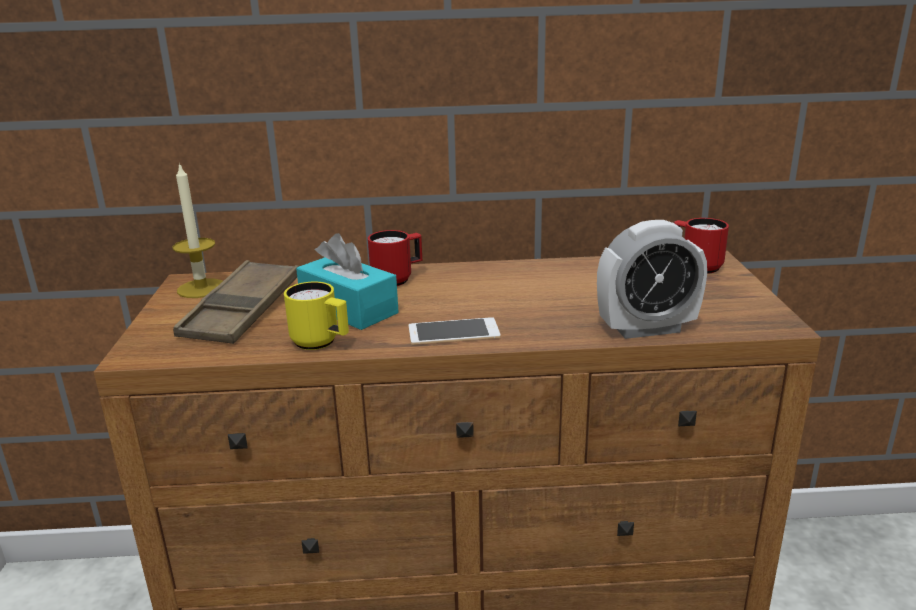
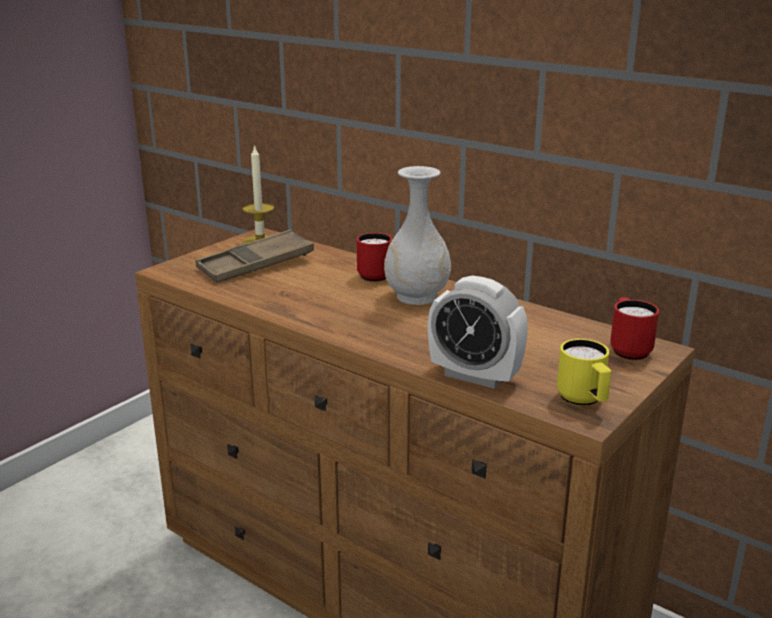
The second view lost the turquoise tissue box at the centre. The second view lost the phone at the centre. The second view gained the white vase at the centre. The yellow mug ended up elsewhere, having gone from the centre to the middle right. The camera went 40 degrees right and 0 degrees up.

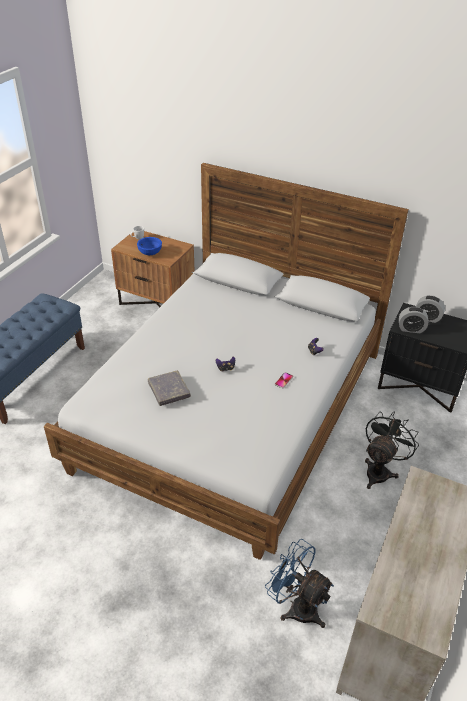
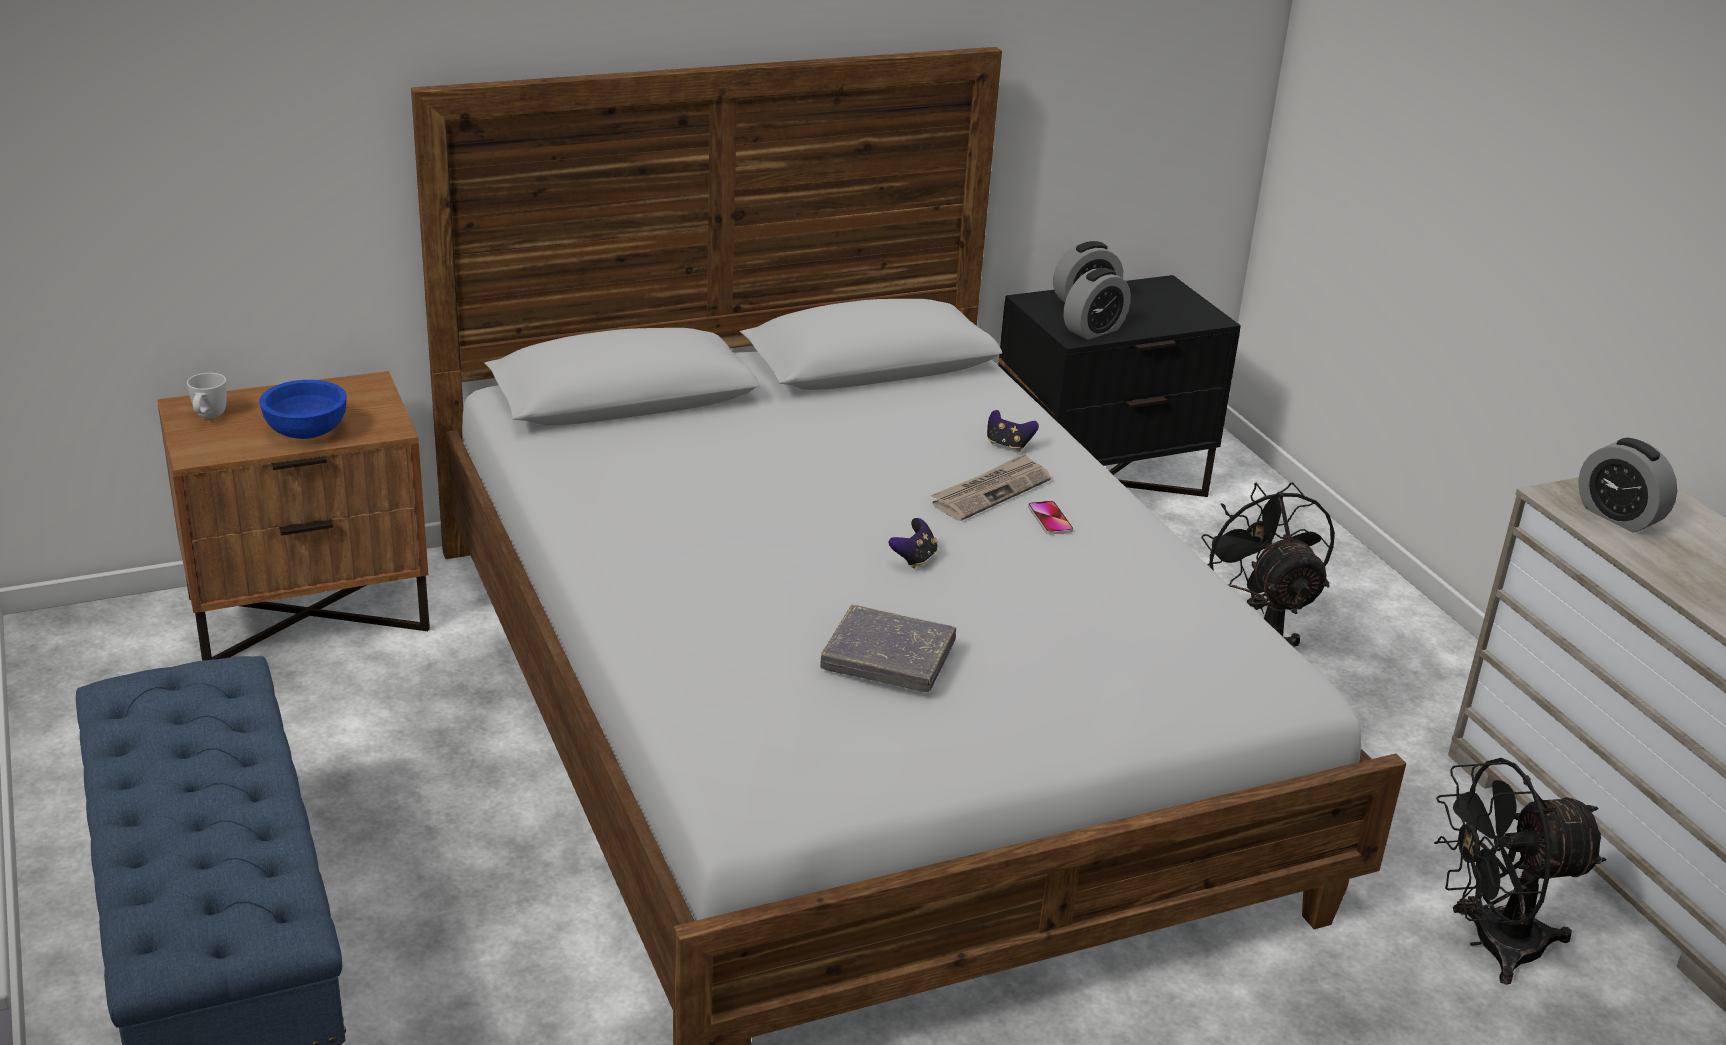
The second view gained the newspaper at the centre. The second view gained the alarm clock (3rd from left) at the middle right. What was the blue fan at the bottom centre turned into the black fan (2nd from left) at the bottom right. The camera went 50 degrees left and 10 degrees down.

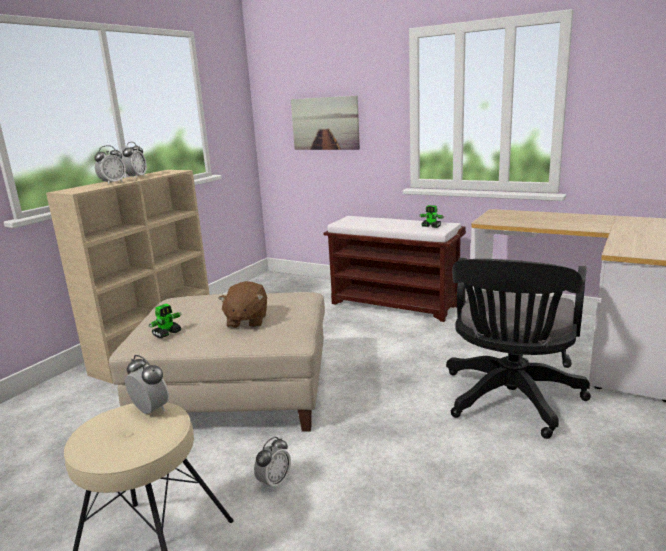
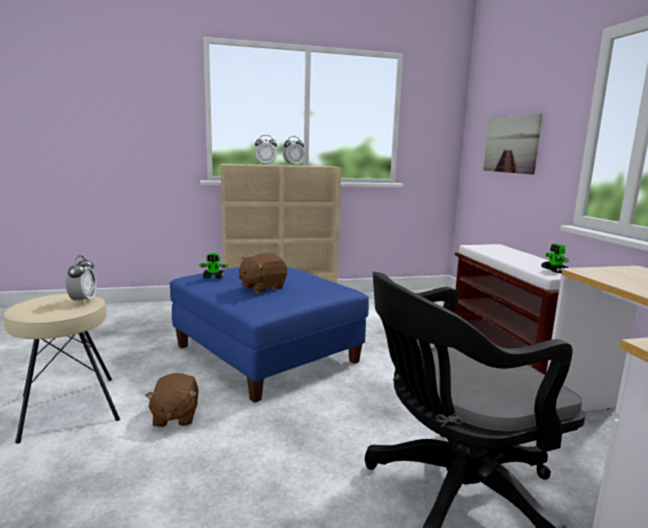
Where the alarm clock (4th from left) stood at the bottom centre, the brown plush toy (1st from left) came to stand at the bottom left. What was the beige ottoman at the middle left turned into the blue ottoman at the centre. The camera went 45 degrees right and 5 degrees down.

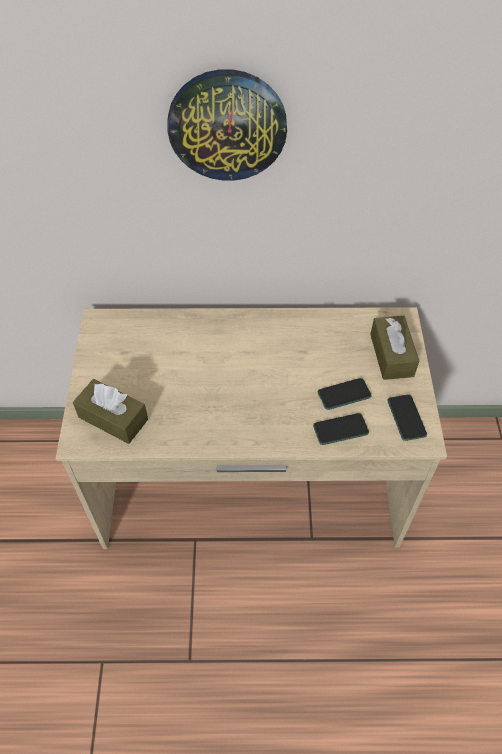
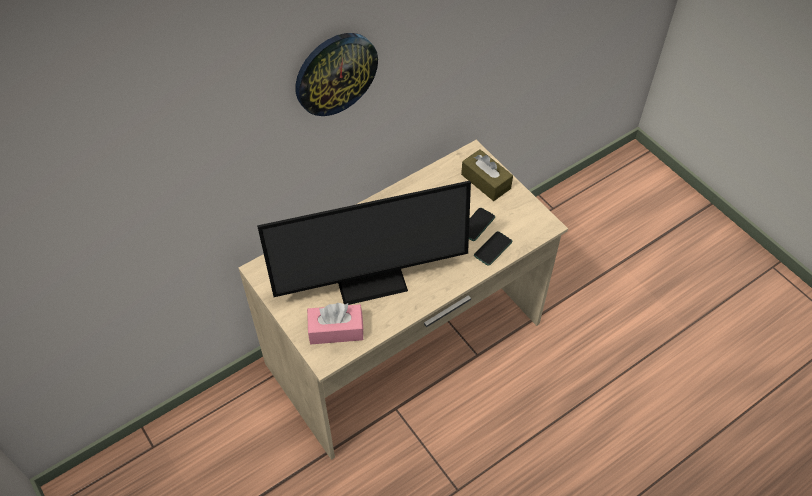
The second view lost the phone (3rd from left) at the middle right. The second view gained the monitor at the centre. What was the brown tissue box (1st from left) at the middle left turned into the pink tissue box at the centre. The camera went 35 degrees left and 0 degrees up.

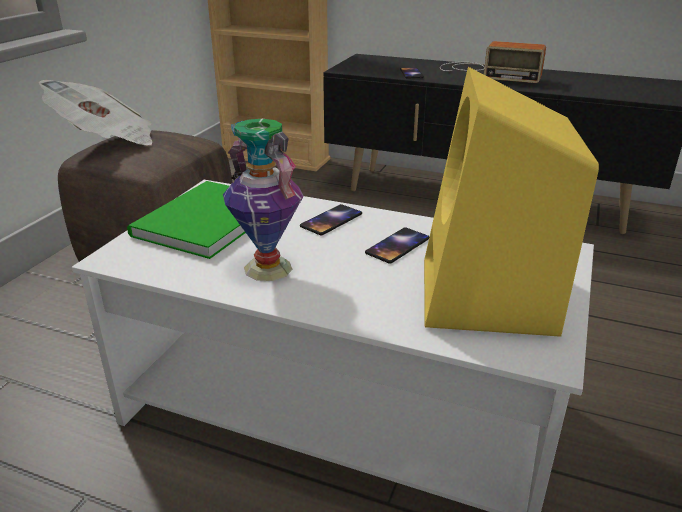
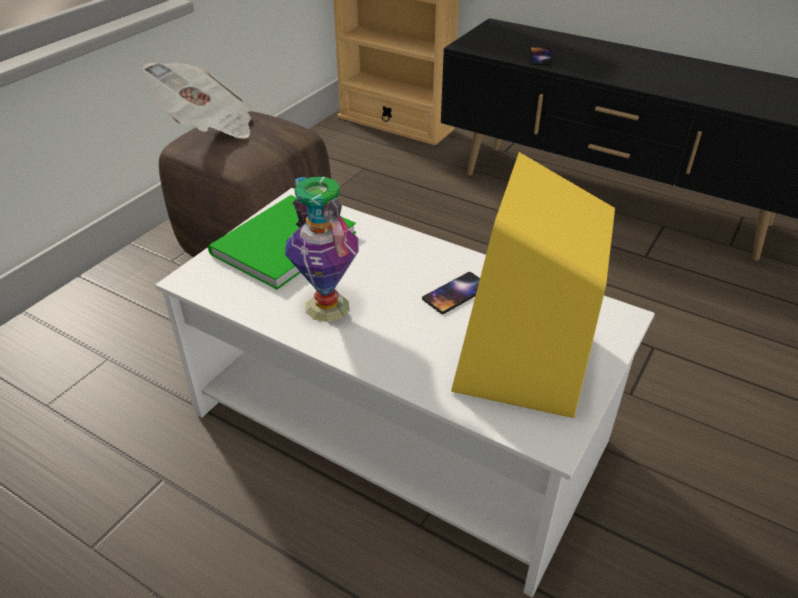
The second view lost the phone (1st from left) at the centre. The second view lost the radio at the top right. The camera went 10 degrees right and 10 degrees up.

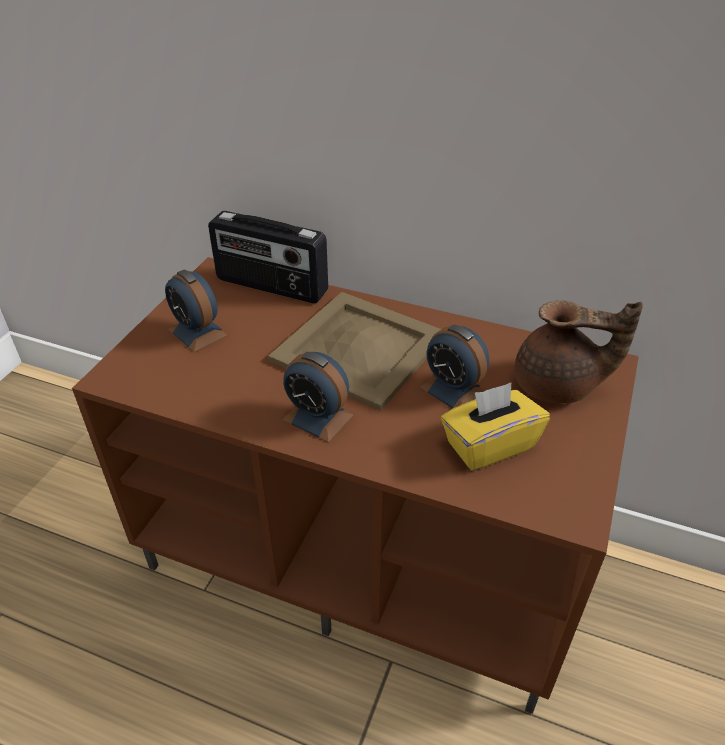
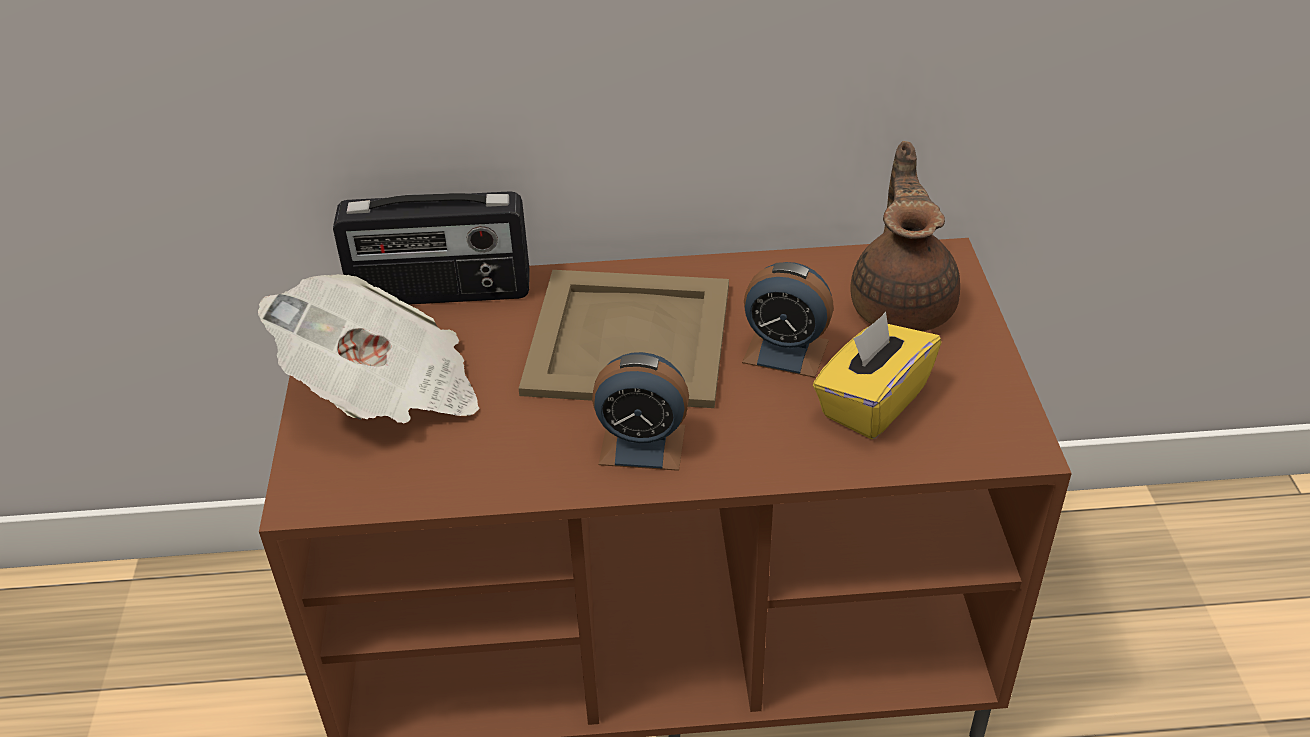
Where the alarm clock (1st from left) stood at the middle left, the newspaper came to stand at the middle left. The brown teapot at the middle right ended up facing another way, 75 degrees counterclockwise from before. The camera went 25 degrees left and 0 degrees up.

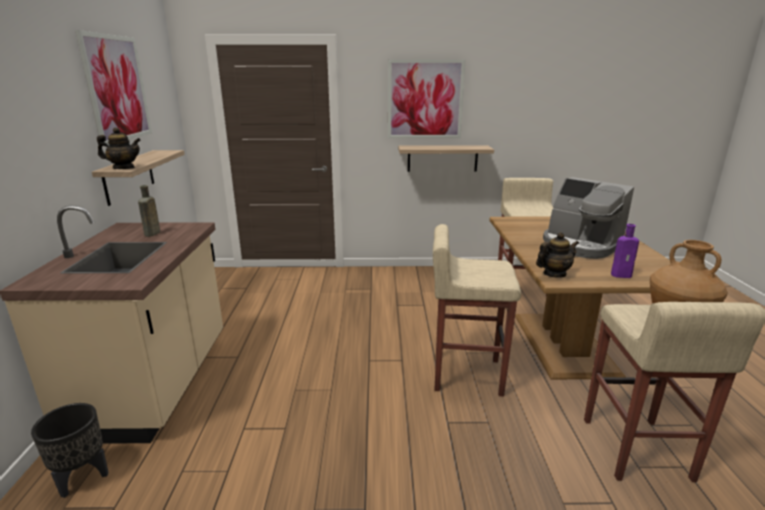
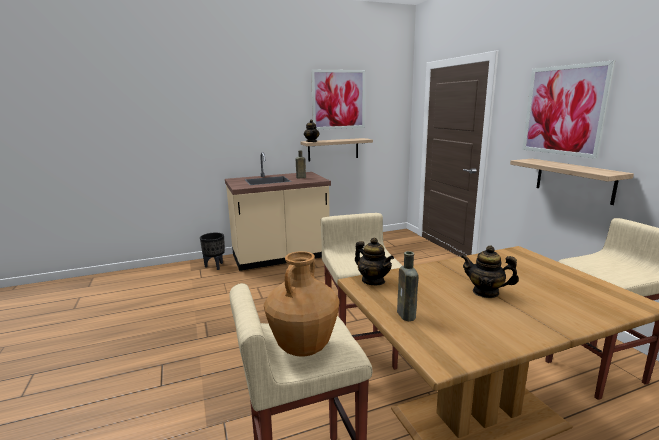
Where the coffee machine stood at the middle right, the teapot (3rd from left) came to stand at the middle right. What was the purple bottle at the middle right turned into the brown bottle (2nd from left) at the centre. The camera went 70 degrees right and 5 degrees down.

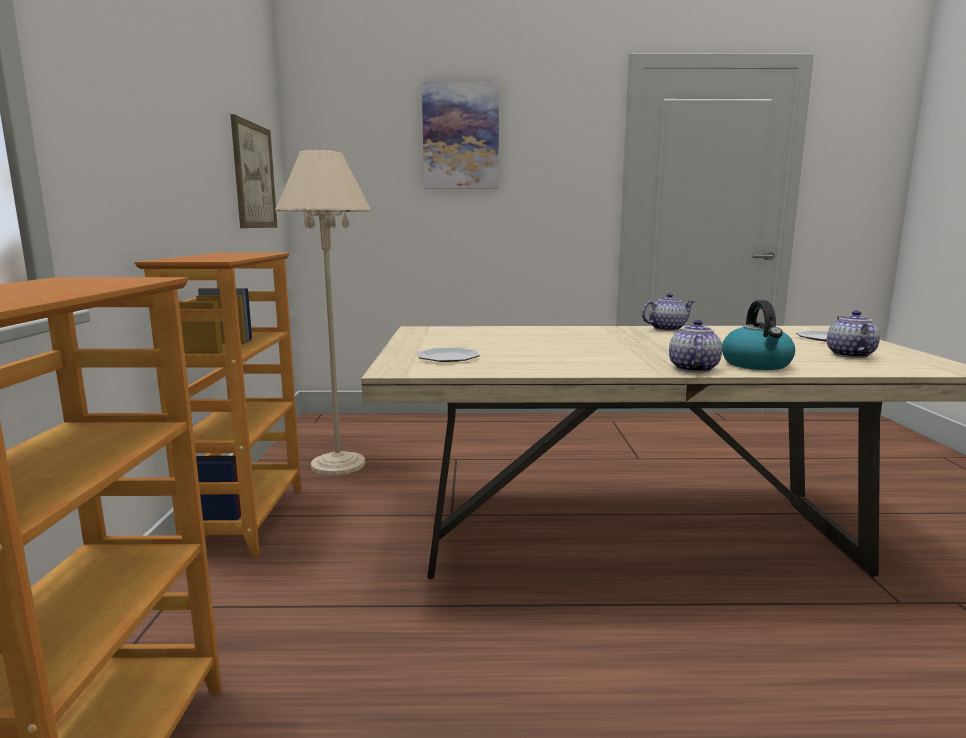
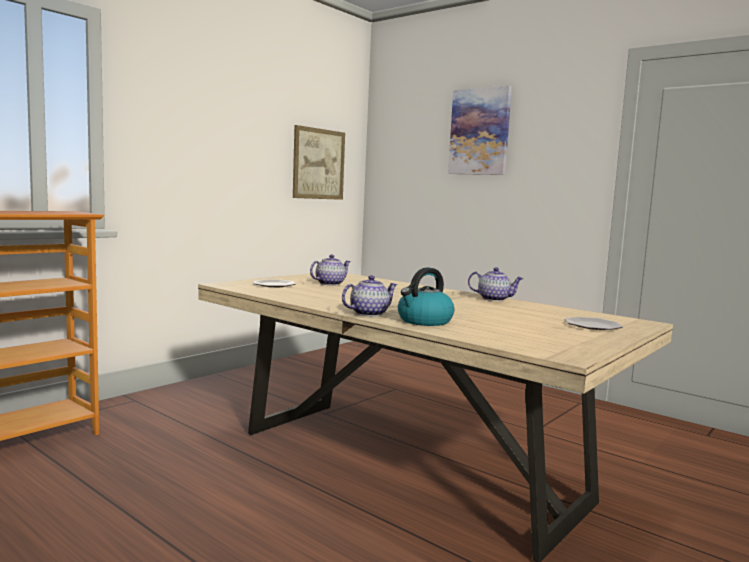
The second view lost the bookcase (2nd from left) at the middle left. The second view lost the beige floor lamp at the centre. The teapot (3rd from left in the first image) ended up elsewhere, having gone from the middle right to the centre. The camera went 40 degrees right and 5 degrees down.

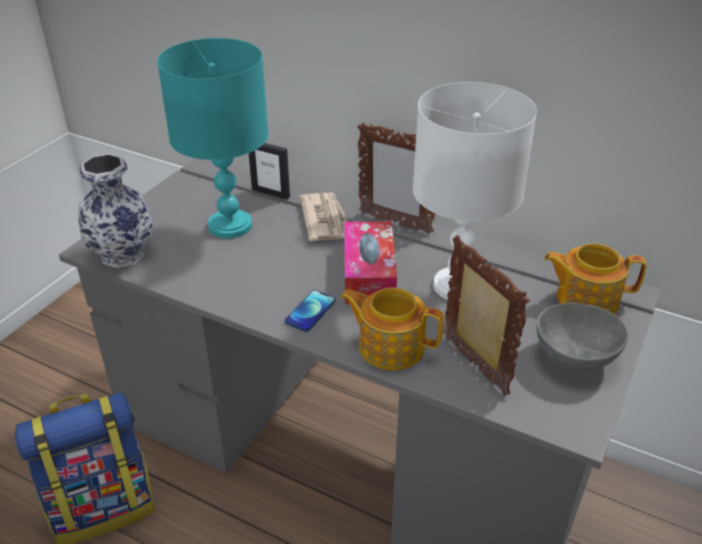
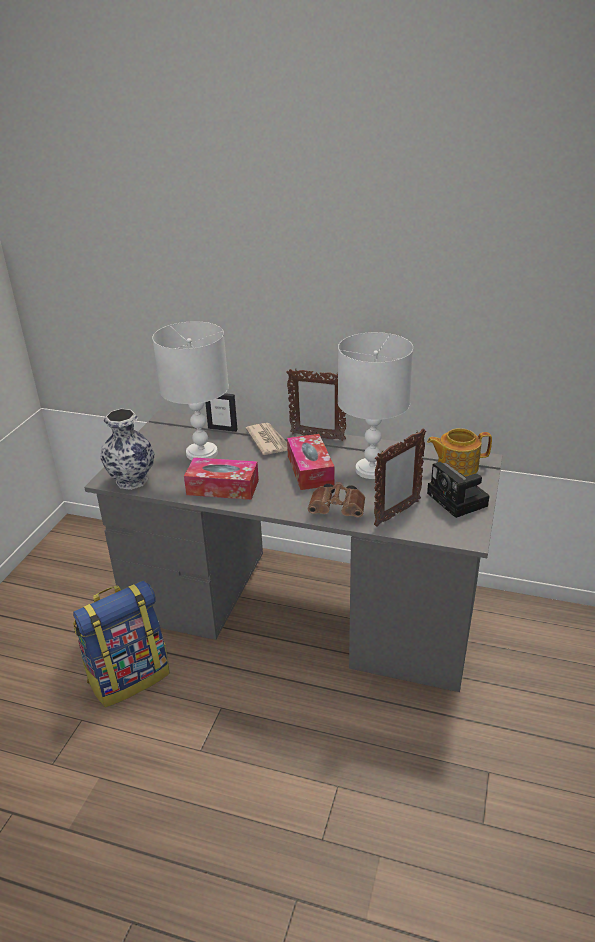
The second view lost the phone at the centre. The second view gained the tissue box (1st from left) at the centre. Where the teapot (1st from left) stood at the centre, the brown binoculars came to stand at the centre. Where the grey bowl stood at the middle right, the photo camera came to stand at the middle right. What was the turquoise table lamp at the top left turned into the white table lamp (1st from left) at the middle left. The picture frame (3rd from left) at the middle right ended up facing another way, 90 degrees clockwise from before. The camera went 10 degrees left and 5 degrees down.

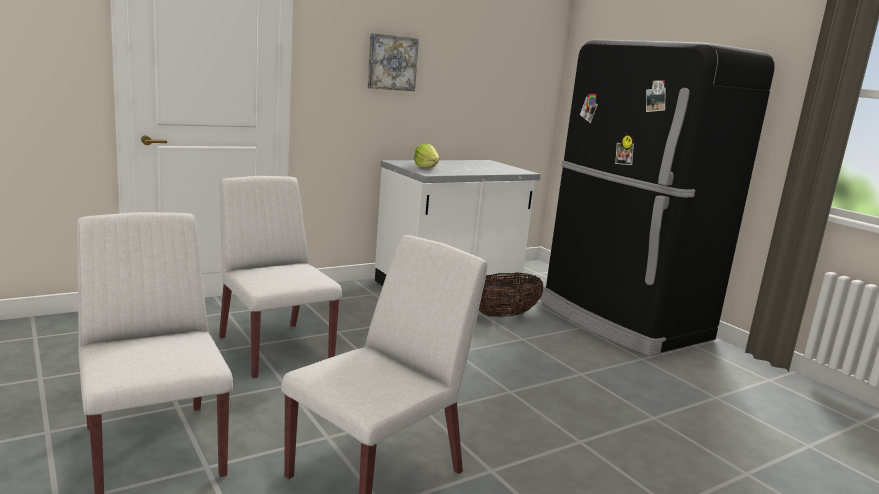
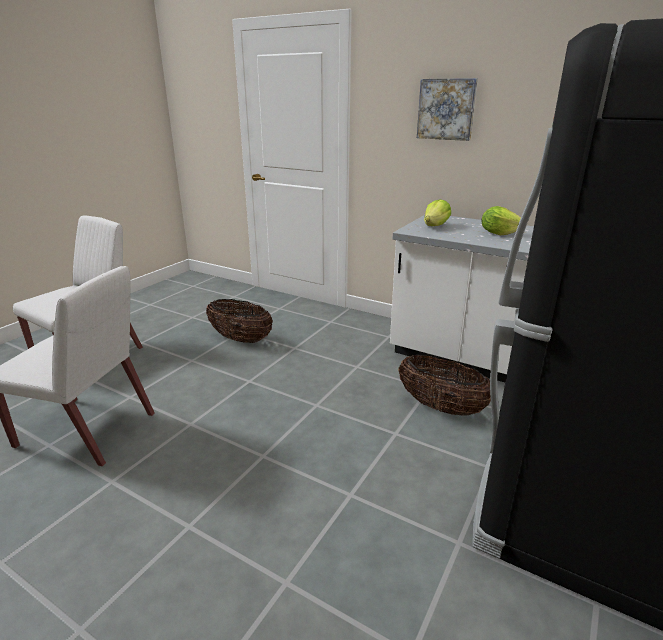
The second view gained the lettuce (2nd from left) at the middle right. Where the white chair (2nd from left) stood at the middle left, the basket (1st from left) came to stand at the centre. The camera went 65 degrees right and 10 degrees up.

